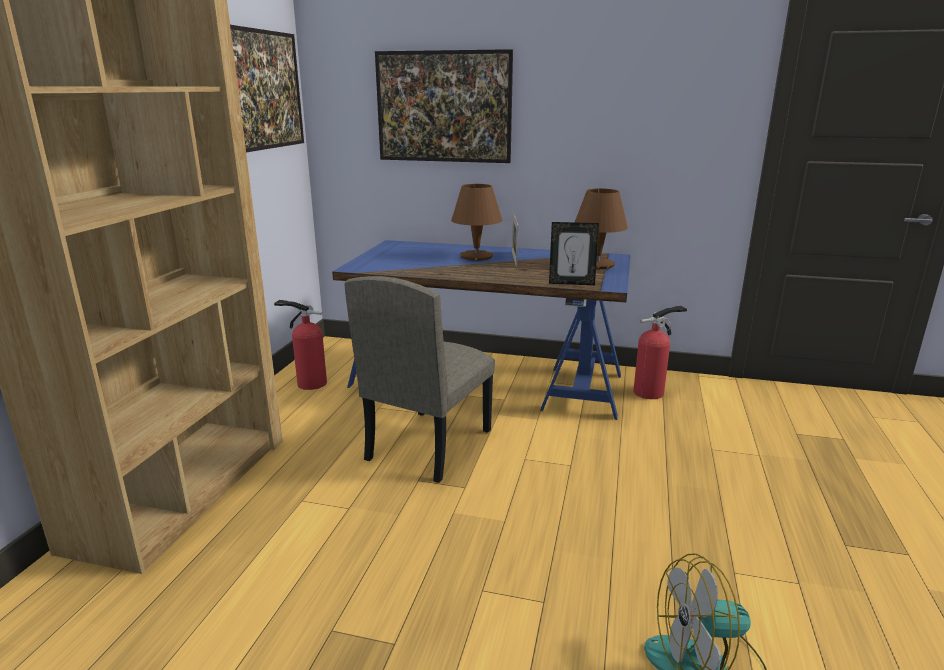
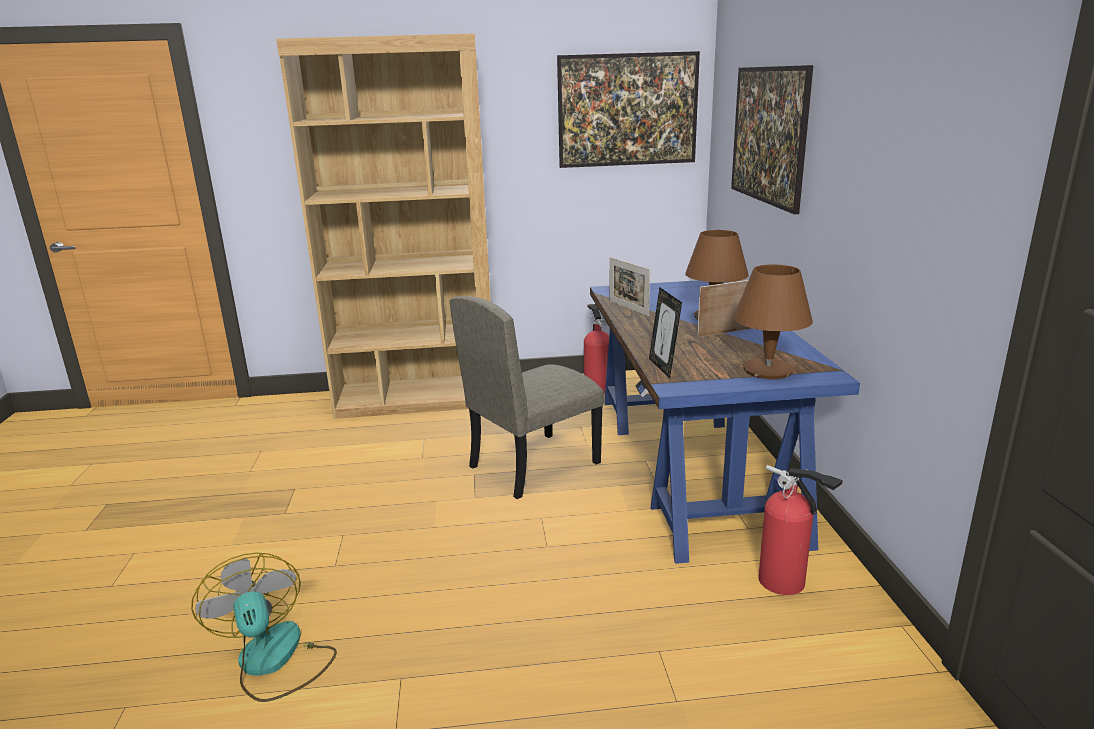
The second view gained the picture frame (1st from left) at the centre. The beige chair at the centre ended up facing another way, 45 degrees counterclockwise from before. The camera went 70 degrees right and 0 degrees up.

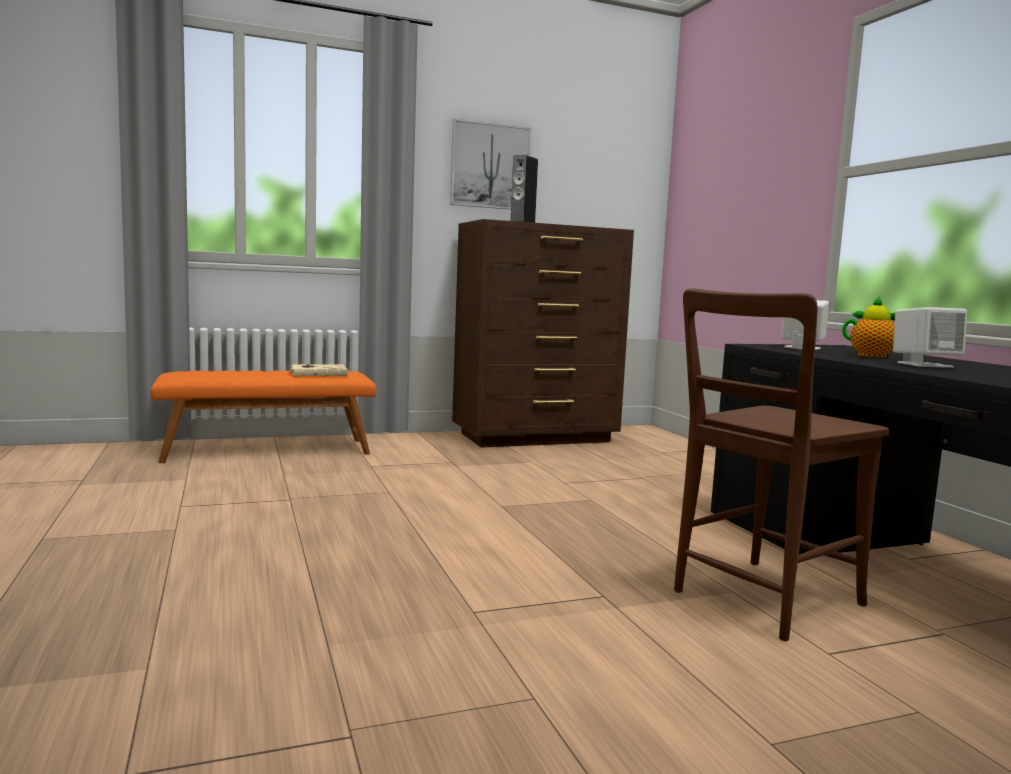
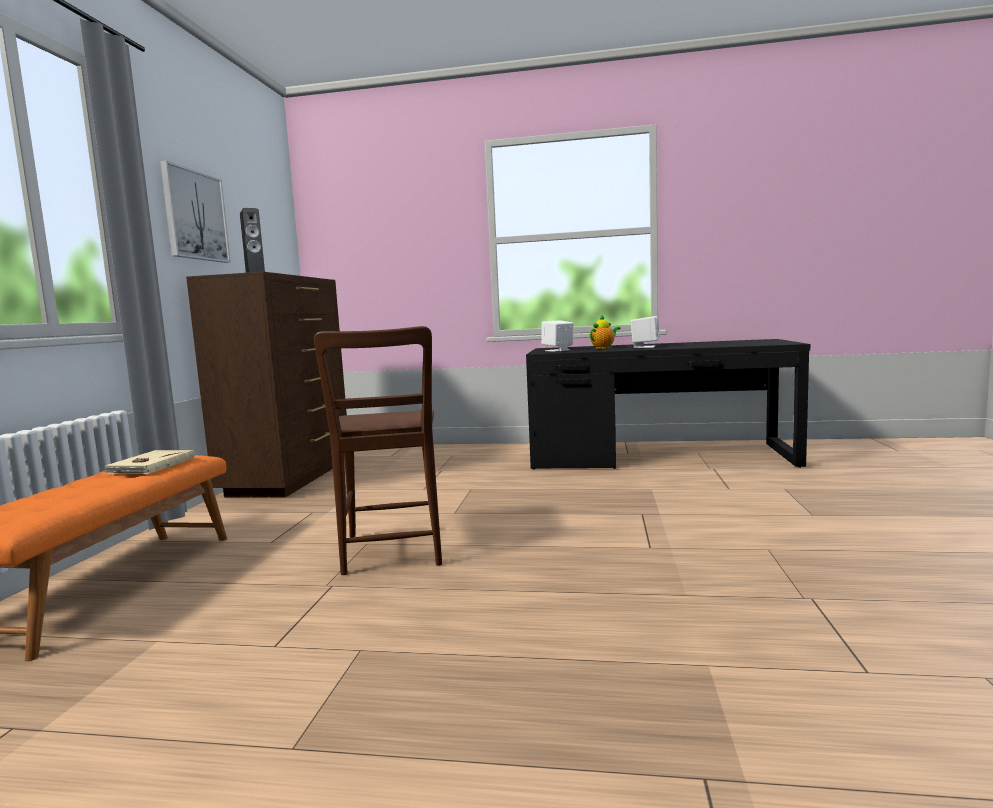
The brown chair ended up elsewhere, having gone from the middle right to the centre. The camera went 60 degrees left and 0 degrees up.

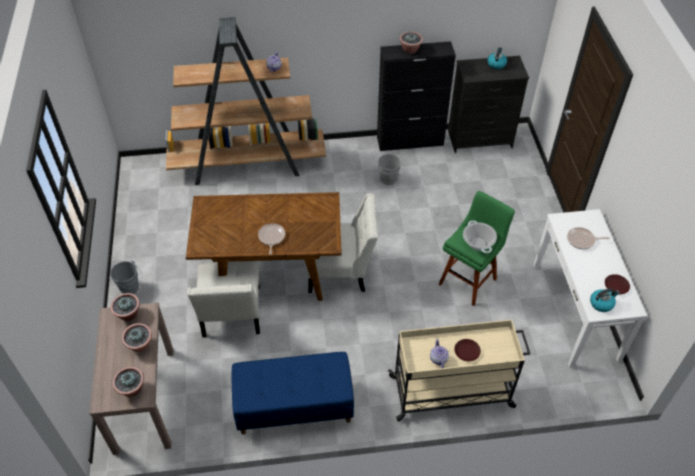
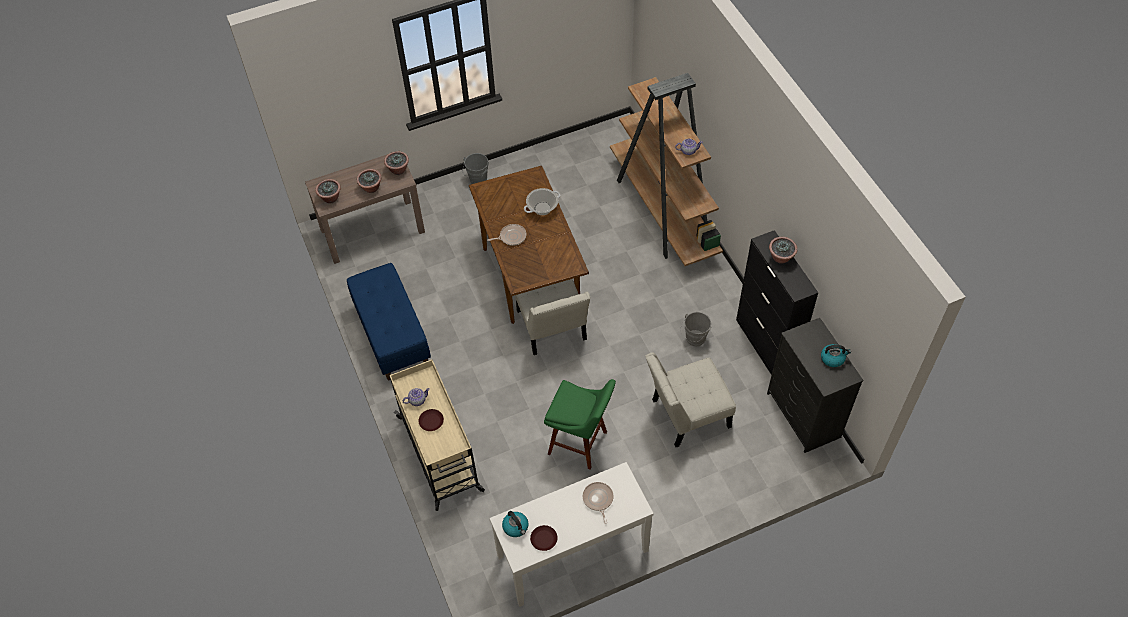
The white chair (1st from left in the first image) ended up elsewhere, having gone from the middle left to the centre. The cooking pot ended up elsewhere, having gone from the middle right to the top centre. The camera went 75 degrees right and 5 degrees up.

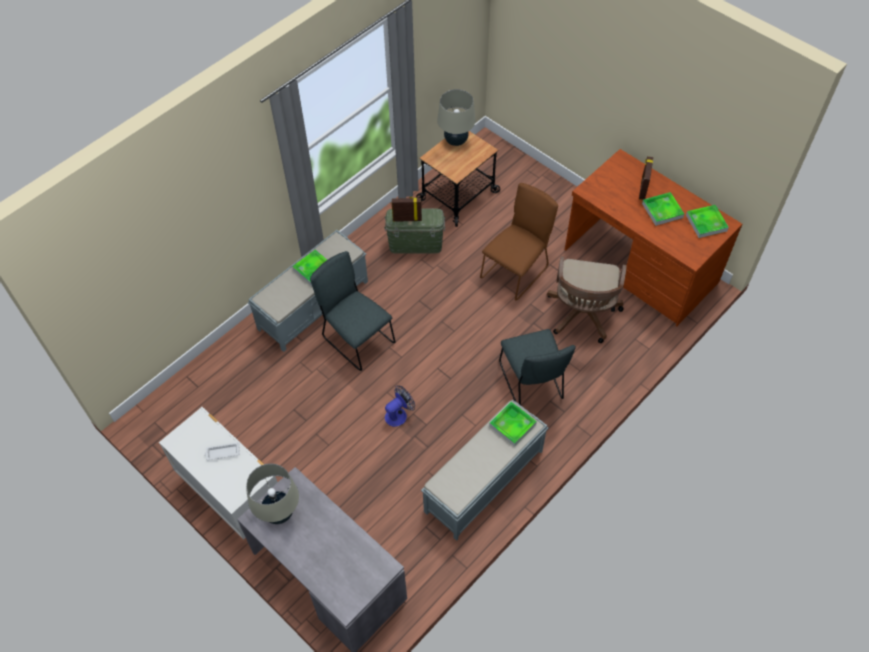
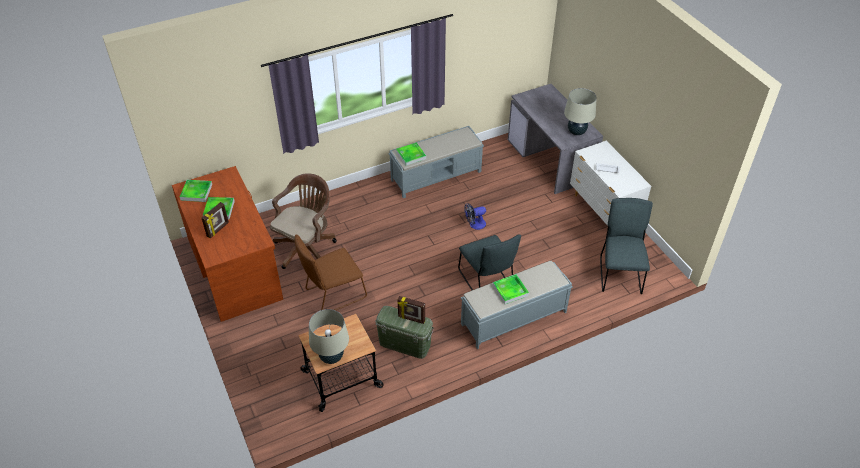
The grey chair (2nd from left) ended up elsewhere, having gone from the centre to the middle right. The camera went 160 degrees left and 10 degrees down.

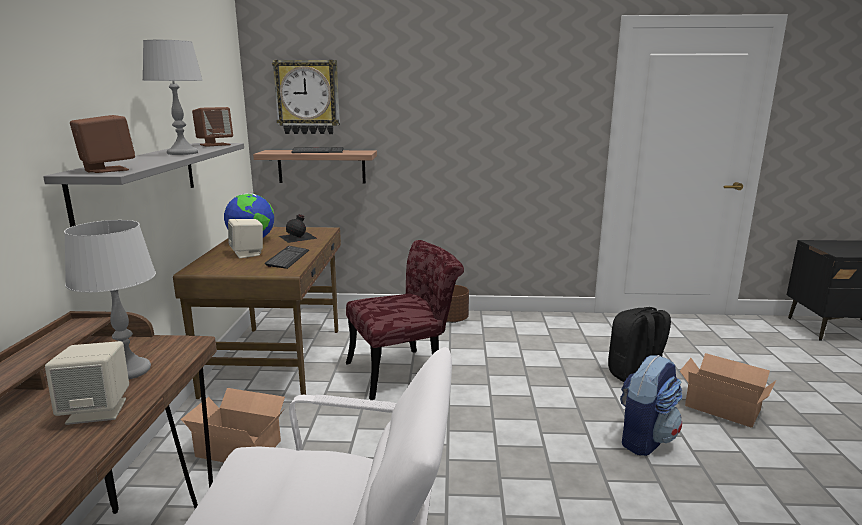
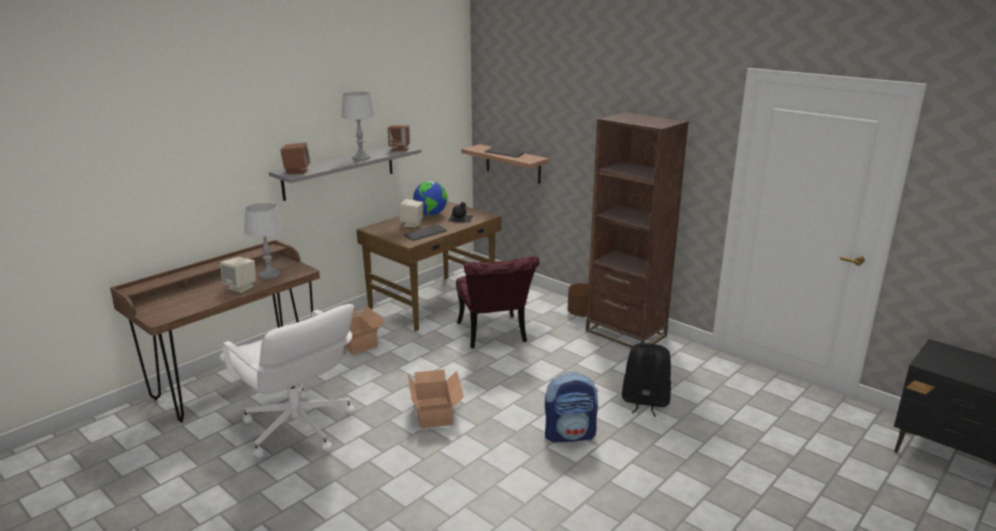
The second view lost the wall clock at the top centre. The second view gained the brown bookcase at the centre. The cardboard box (2nd from left) ended up elsewhere, having gone from the bottom right to the bottom centre. The red chair at the centre ended up facing another way, 60 degrees clockwise from before. The camera went 40 degrees right and 5 degrees up.

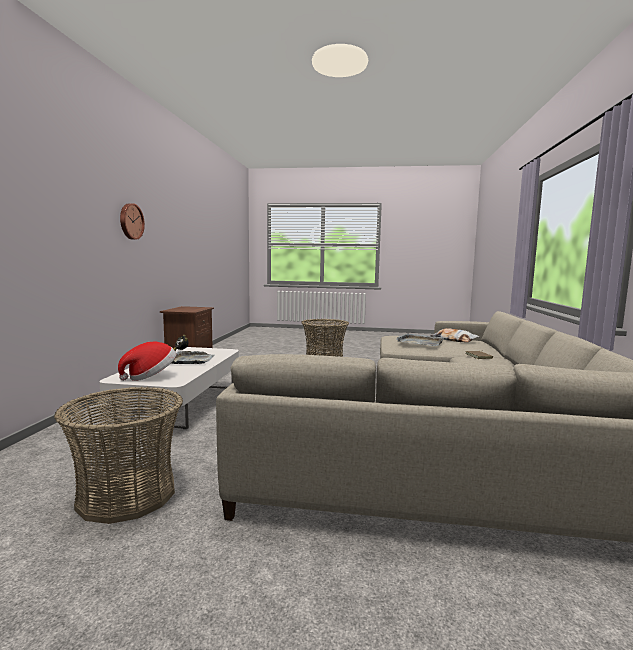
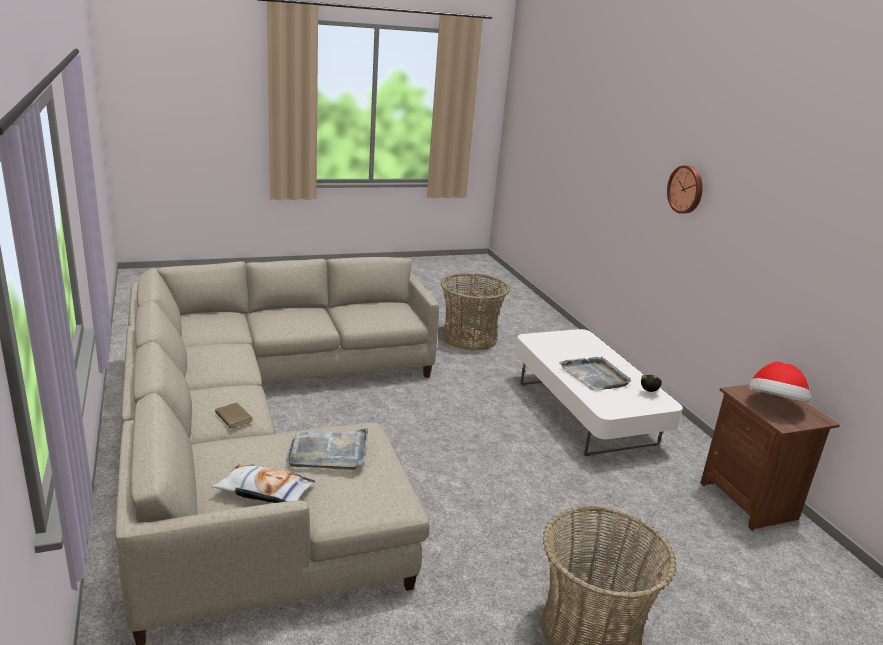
The hat ended up elsewhere, having gone from the middle left to the middle right. The wall clock ended up elsewhere, having gone from the middle left to the top right. The camera went 150 degrees right and 15 degrees up.

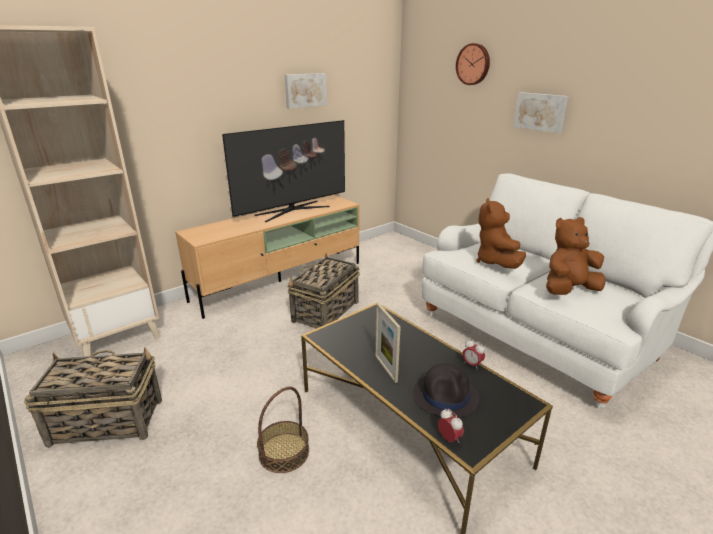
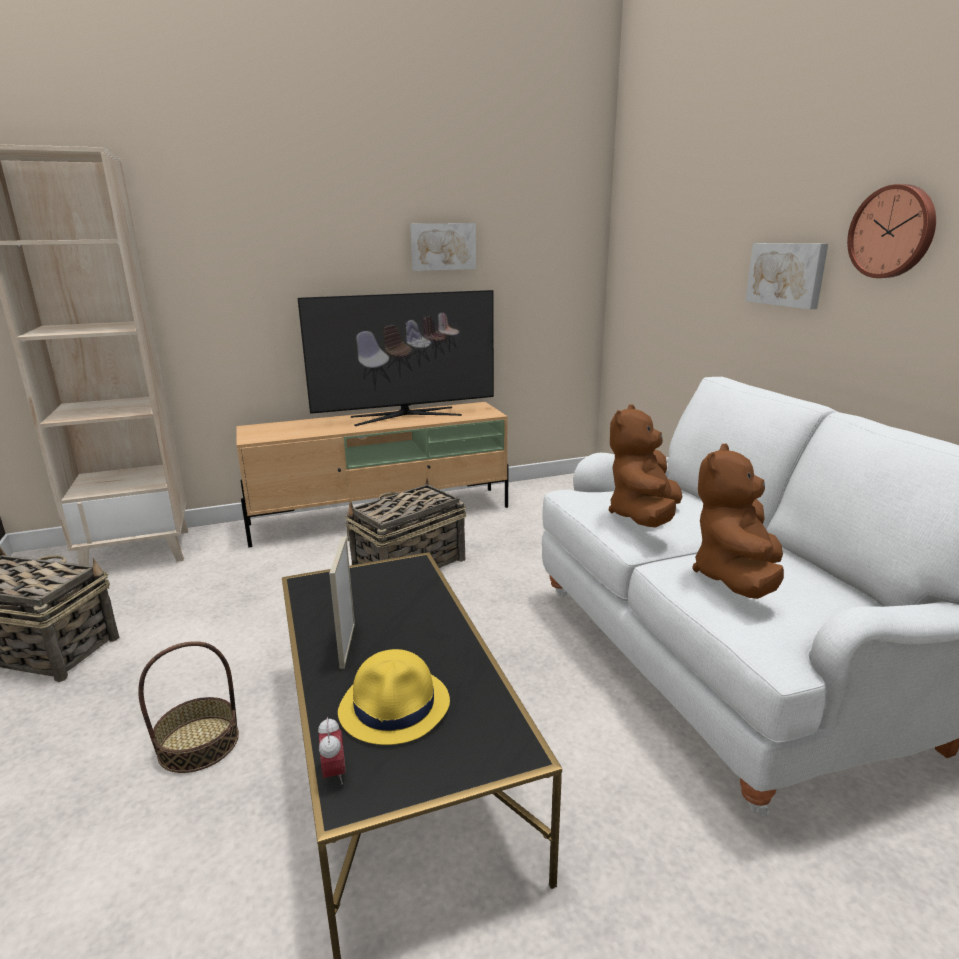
The second view lost the alarm clock (2nd from left) at the centre. The wall clock ended up elsewhere, having gone from the top centre to the top right. What was the black hat at the bottom centre turned into the yellow hat at the bottom centre. The brown plush toy (2nd from left) at the middle right ended up facing another way, 60 degrees counterclockwise from before. The camera went 20 degrees right and 5 degrees down.

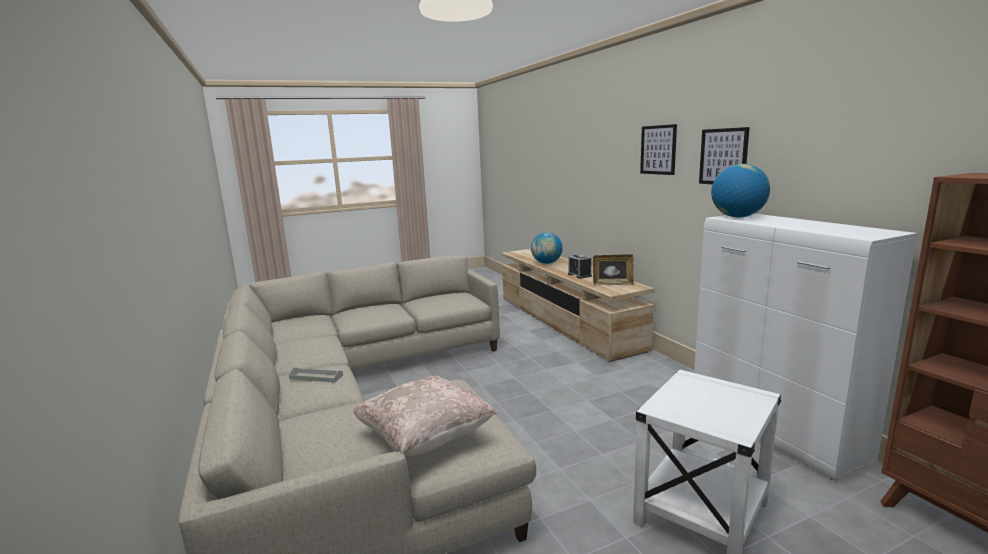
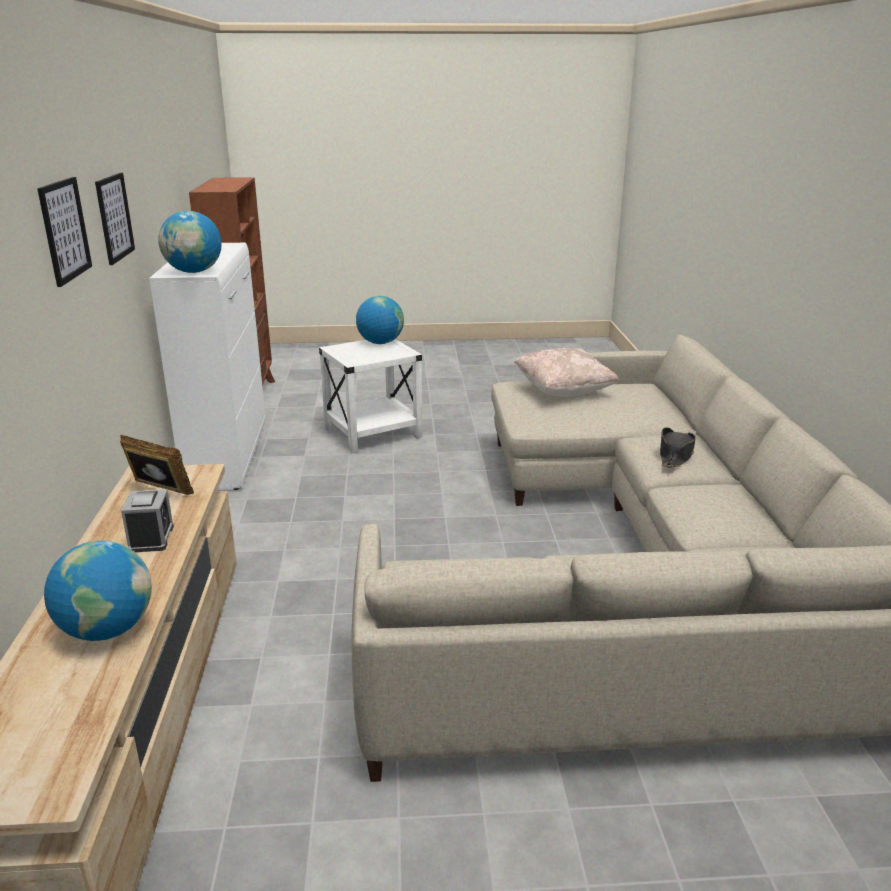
The second view gained the globe (3rd from left) at the centre. Where the grey tray stood at the bottom left, the black hat came to stand at the middle right. The camera went 160 degrees left and 10 degrees up.

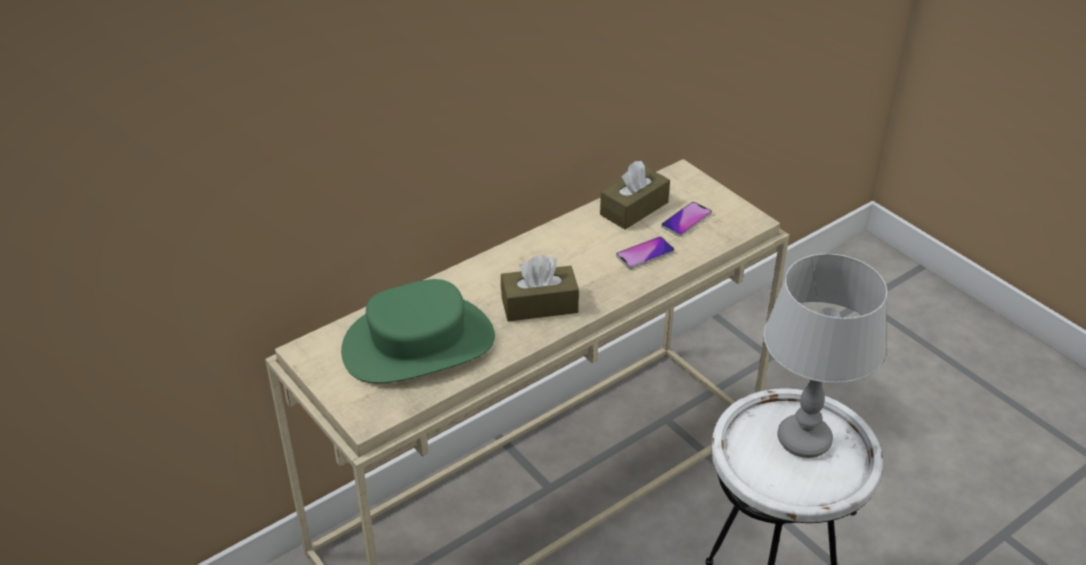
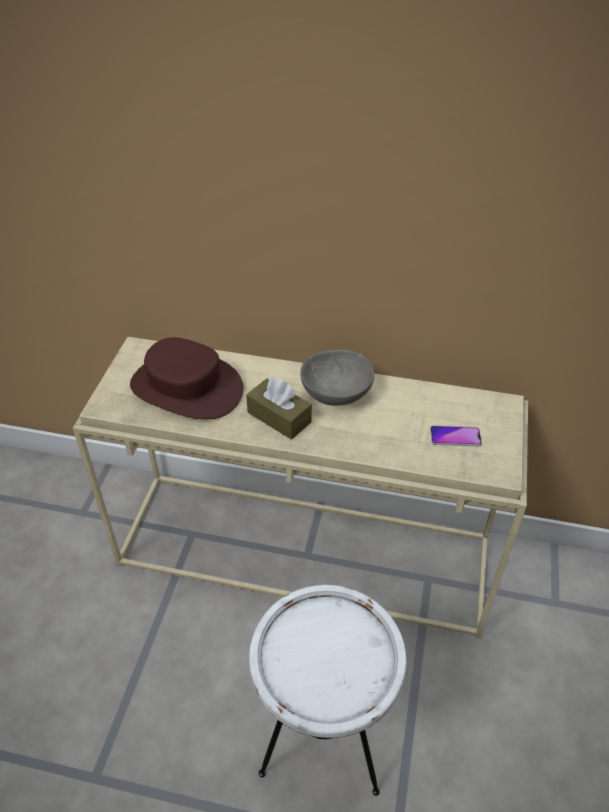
The second view lost the brown tissue box (2nd from left) at the centre. The second view lost the phone (1st from left) at the centre. The second view lost the grey table lamp at the middle right. The second view gained the grey bowl at the centre. What was the green hat at the centre turned into the brown hat at the middle left. The camera went 50 degrees right and 5 degrees up.

